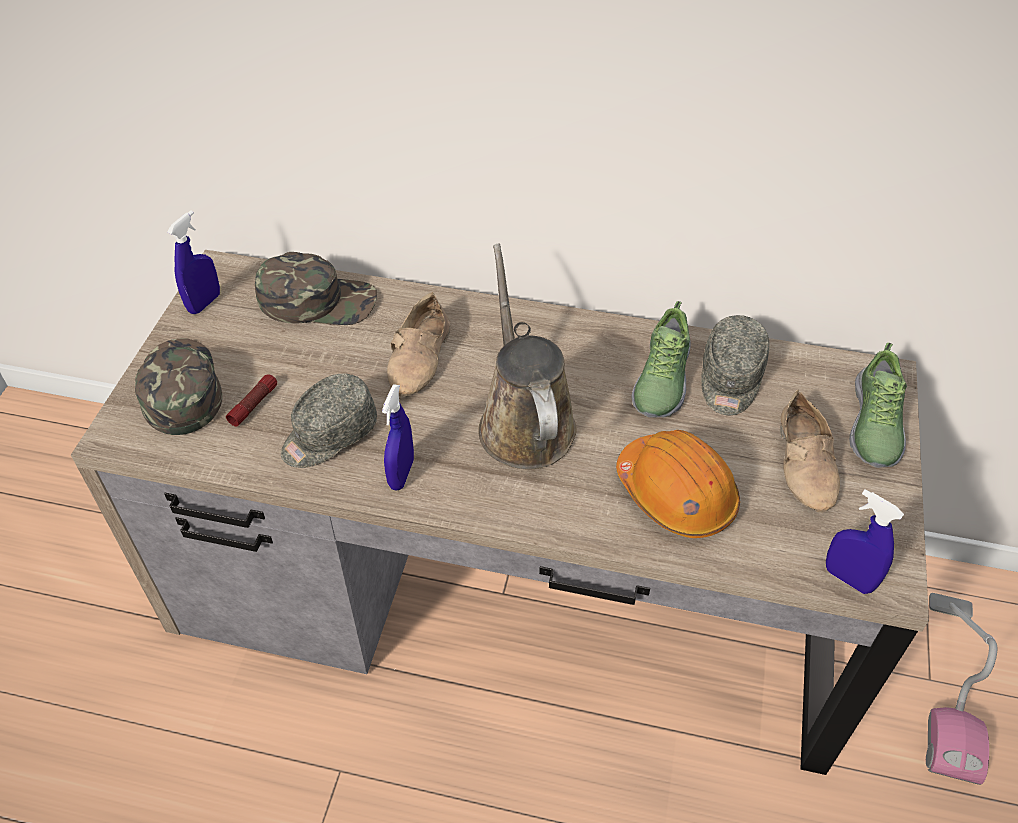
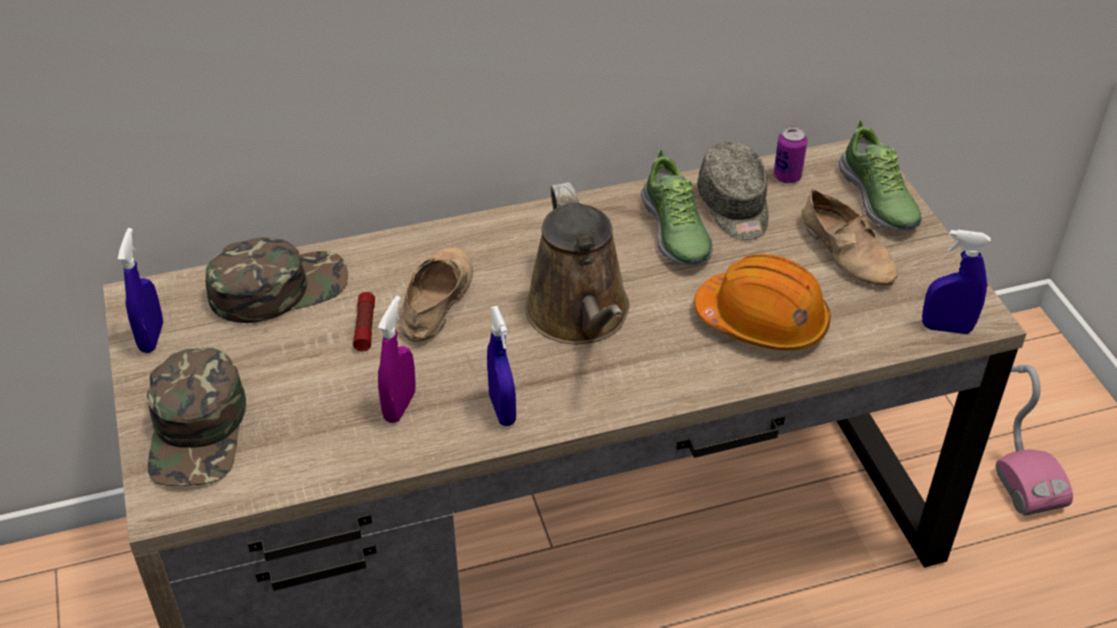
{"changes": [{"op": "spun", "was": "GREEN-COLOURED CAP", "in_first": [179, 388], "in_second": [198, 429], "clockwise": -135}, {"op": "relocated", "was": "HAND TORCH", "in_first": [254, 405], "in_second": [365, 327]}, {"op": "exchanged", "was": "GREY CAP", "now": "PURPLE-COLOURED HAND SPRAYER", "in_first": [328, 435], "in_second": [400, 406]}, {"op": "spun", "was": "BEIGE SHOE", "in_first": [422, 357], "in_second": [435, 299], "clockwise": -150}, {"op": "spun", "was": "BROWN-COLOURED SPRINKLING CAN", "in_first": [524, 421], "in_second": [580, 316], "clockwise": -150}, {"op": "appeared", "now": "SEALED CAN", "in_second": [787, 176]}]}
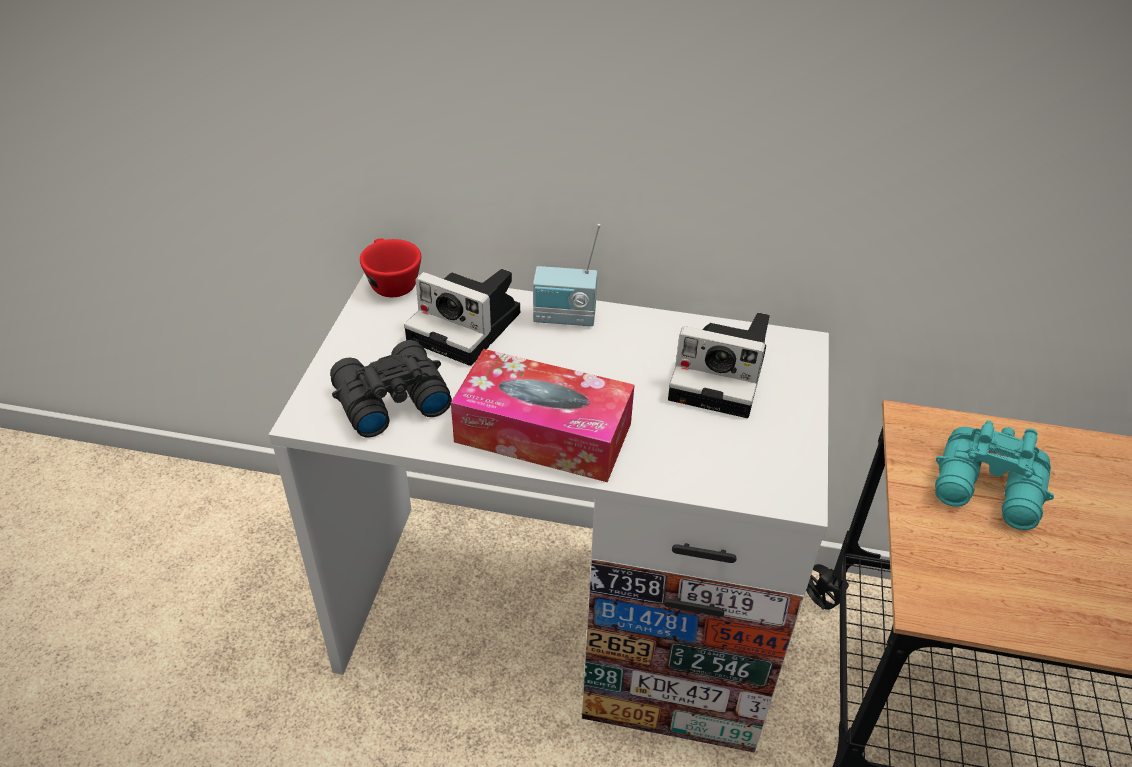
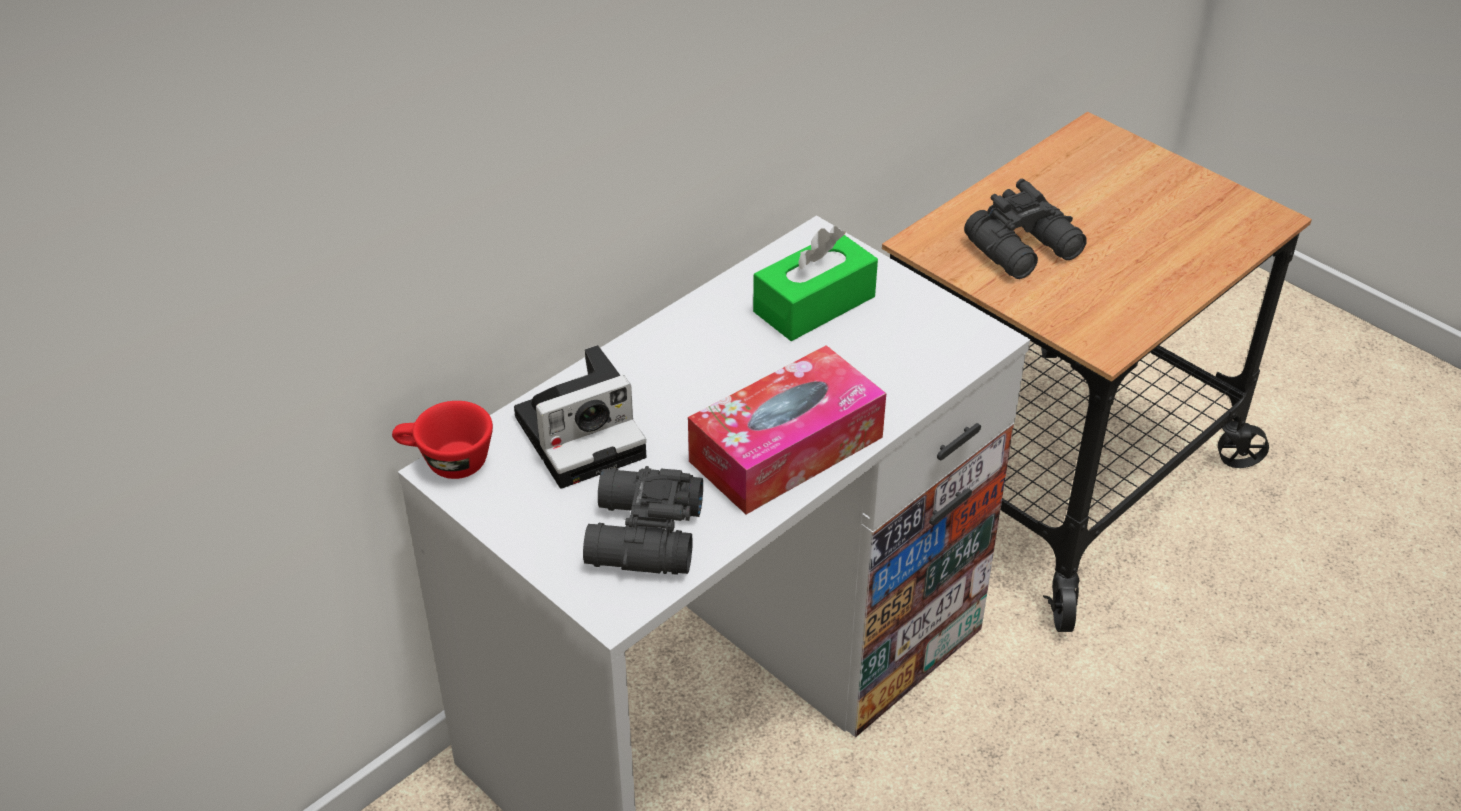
{"changes": [{"op": "exchanged", "was": "STILL CAMERA", "now": "GREEN-COLOURED TISSUE HOLDER", "in_first": [722, 376], "in_second": [814, 304]}, {"op": "colour", "was": "TURQUOISE-COLOURED PAIR OF BINOCULARS", "now": "BLACKISH PAIR OF BINOCULARS", "in_first": [989, 491], "in_second": [1026, 249]}, {"op": "missing", "was": "RADIO SET", "in_first": [564, 319]}]}
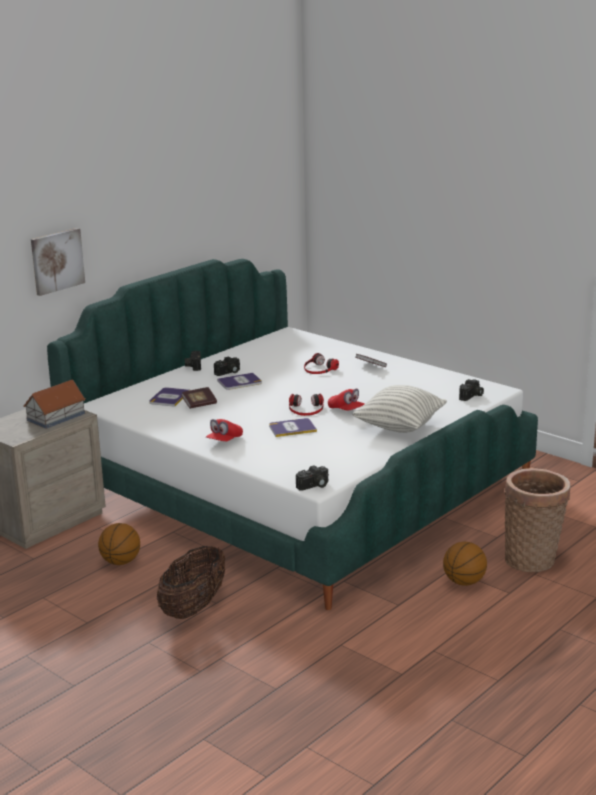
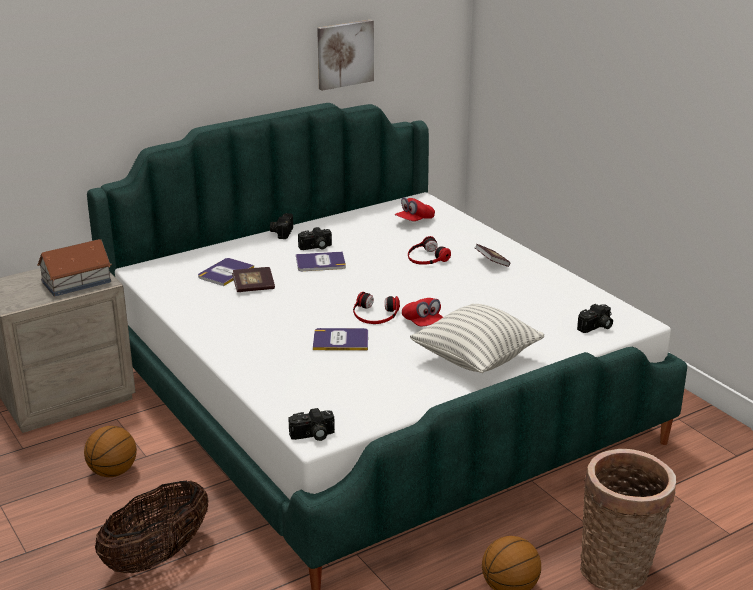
{"changes": [{"op": "relocated", "was": "WALL PICTURE", "in_first": [57, 261], "in_second": [344, 54]}, {"op": "relocated", "was": "RED CAP", "in_first": [224, 441], "in_second": [414, 221]}]}
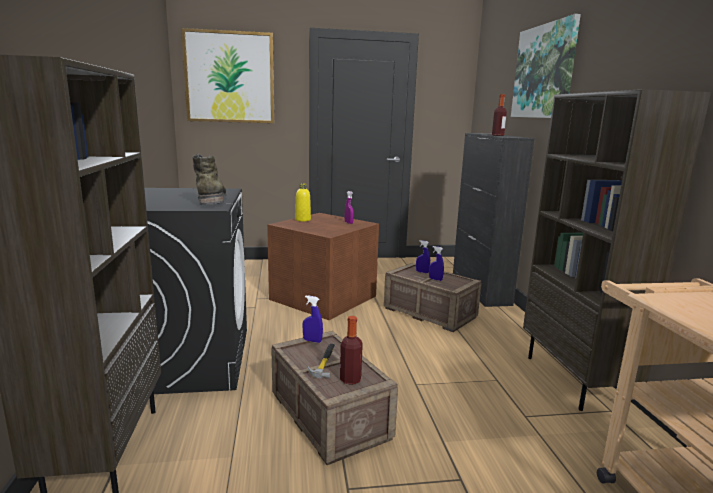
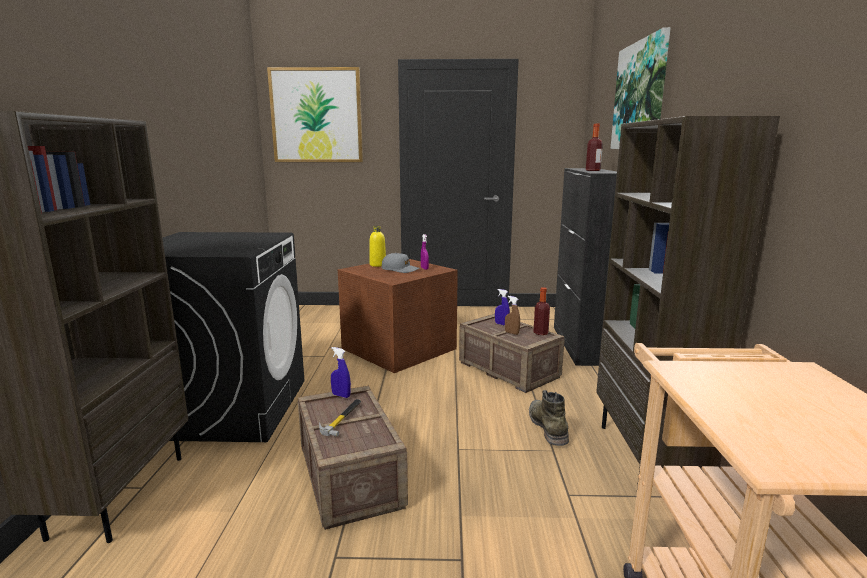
{"changes": [{"op": "appeared", "now": "GREY CAP", "in_second": [400, 269]}, {"op": "colour", "was": "BLUE-COLOURED HAND SPRAYER", "now": "BROWN-COLOURED HAND SPRAYER", "in_first": [435, 279], "in_second": [511, 333]}, {"op": "relocated", "was": "GREEN-COLOURED TALL BOOT", "in_first": [211, 200], "in_second": [547, 426]}, {"op": "relocated", "was": "DRINK BOTTLE", "in_first": [350, 379], "in_second": [540, 333]}]}
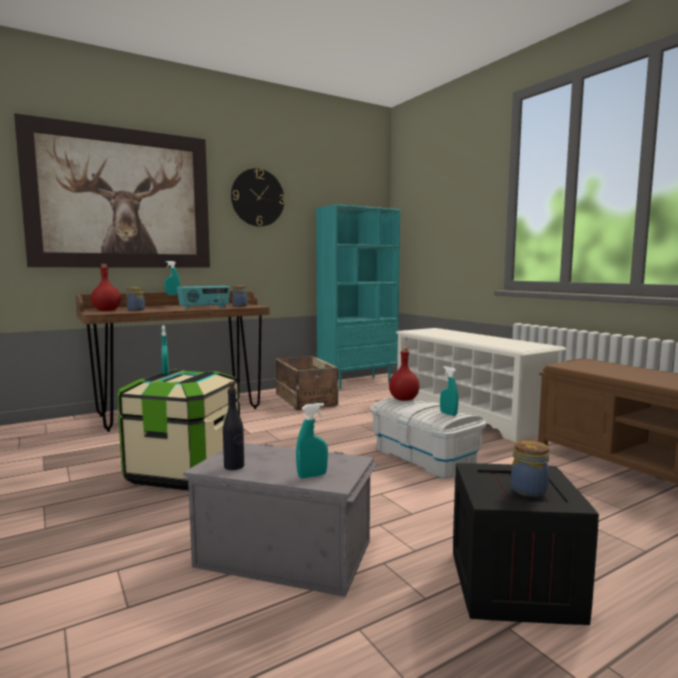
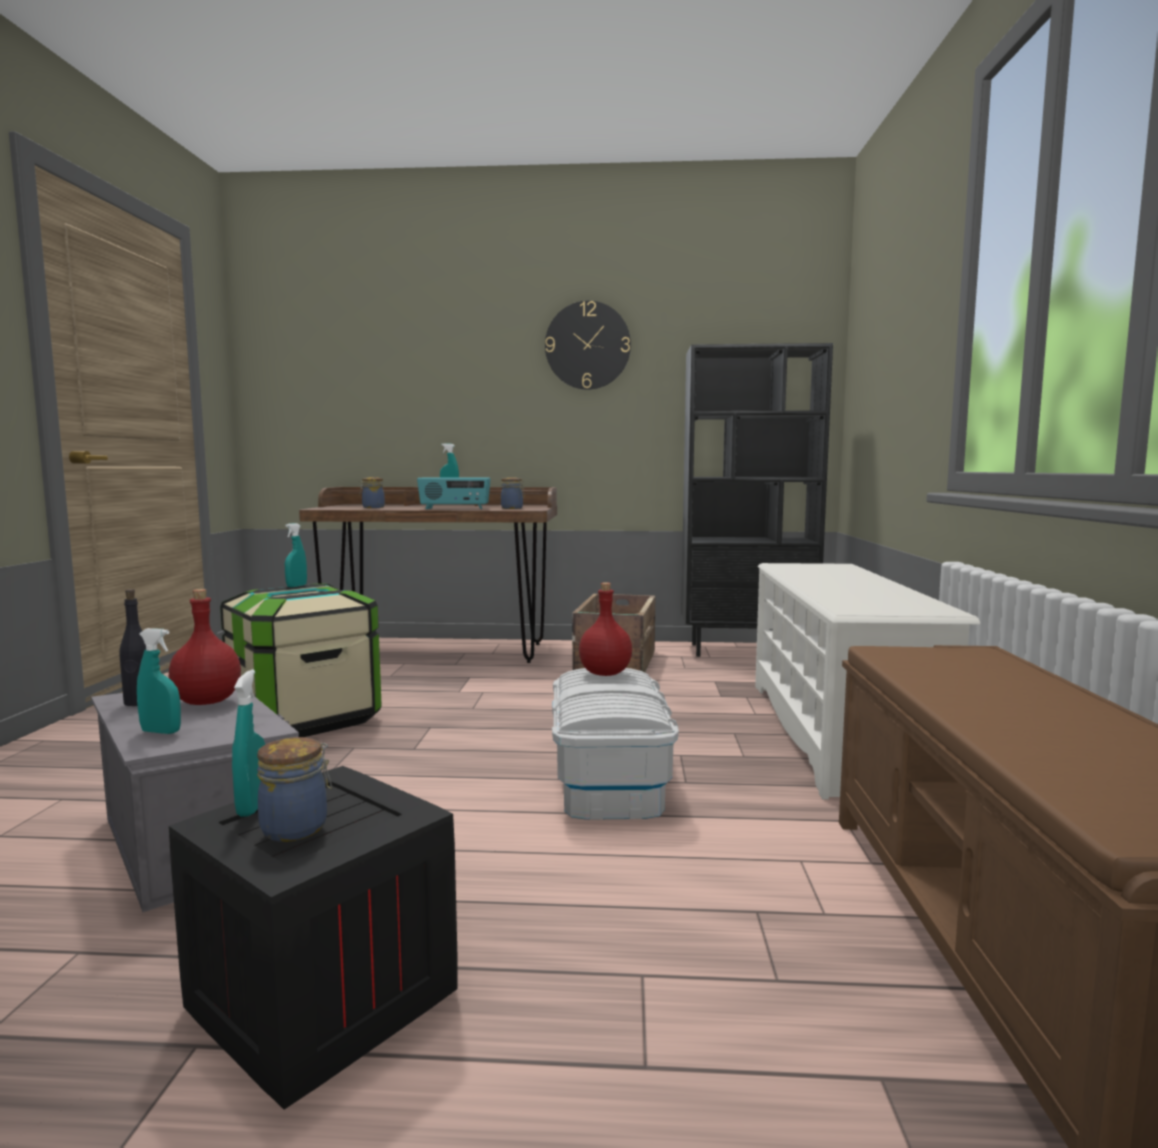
{"changes": [{"op": "relocated", "was": "RED DRINK BOTTLE", "in_first": [106, 310], "in_second": [208, 701]}, {"op": "relocated", "was": "TURQUOISE-COLOURED HAND SPRAYER", "in_first": [448, 414], "in_second": [252, 806]}, {"op": "colour", "was": "TURQUOISE-COLOURED BOOKCASE", "now": "BLACKISH BOOKCASE", "in_first": [357, 382], "in_second": [747, 650]}, {"op": "missing", "was": "WALL PICTURE", "in_first": [122, 199]}]}
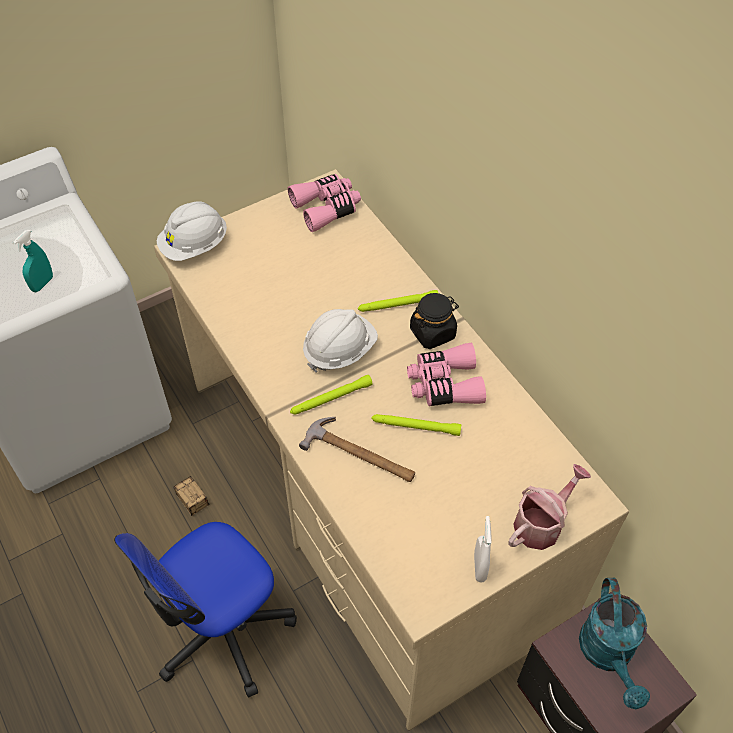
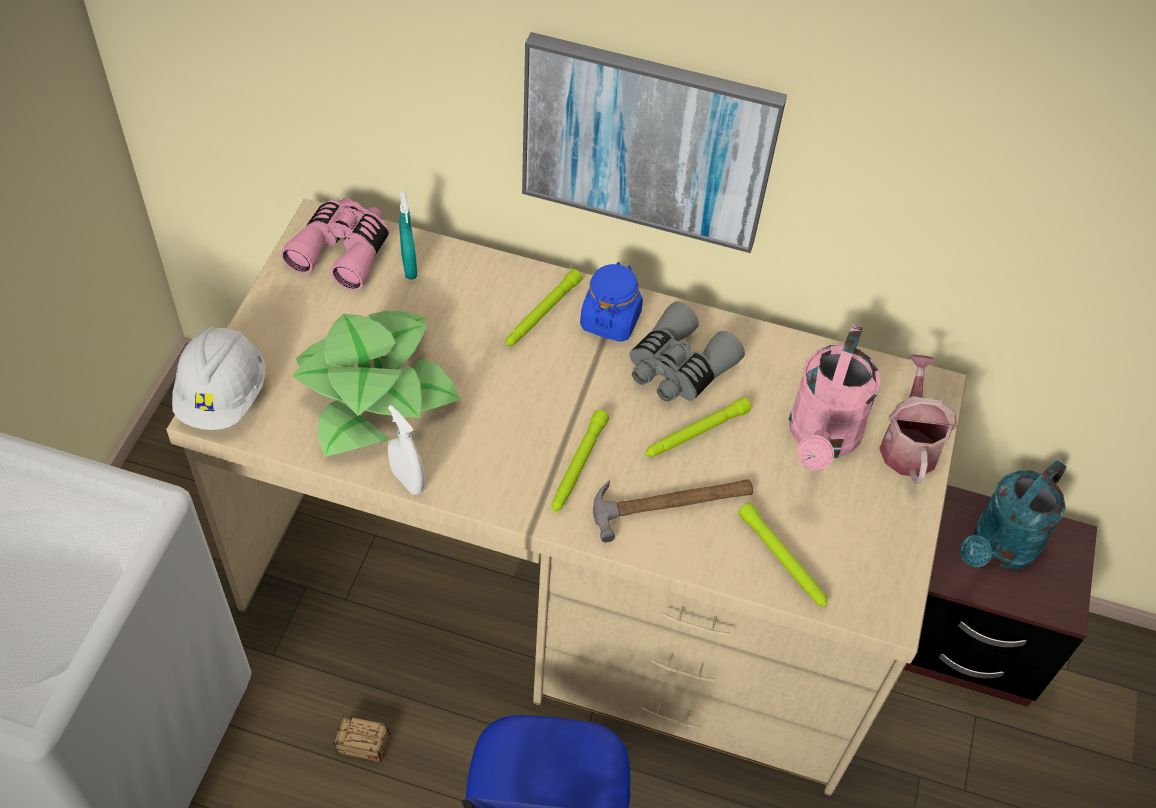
{"changes": [{"op": "appeared", "now": "PLANT IN A POT", "in_second": [375, 391]}, {"op": "relocated", "was": "WHITISH HAND SPRAYER", "in_first": [479, 567], "in_second": [407, 481]}, {"op": "relocated", "was": "TURQUOISE-COLOURED HAND SPRAYER", "in_first": [42, 284], "in_second": [409, 267]}, {"op": "appeared", "now": "WALL PICTURE", "in_second": [647, 141]}, {"op": "colour", "was": "BLACKISH PRESERVE JAR", "now": "BLUE-COLOURED PRESERVE JAR", "in_first": [433, 332], "in_second": [610, 320]}, {"op": "colour", "was": "PINK PAIR OF BINOCULARS", "now": "GREY PAIR OF BINOCULARS", "in_first": [444, 384], "in_second": [678, 367]}, {"op": "appeared", "now": "GREEN-COLOURED HAND TORCH", "in_second": [782, 559]}, {"op": "appeared", "now": "PINK SPRINKLING CAN", "in_second": [822, 438]}, {"op": "spun", "was": "TURQUOISE-COLOURED SPRINKLING CAN", "in_first": [609, 655], "in_second": [999, 547], "clockwise": 90}, {"op": "missing", "was": "WHITISH WORK HELMET", "in_first": [339, 350]}]}
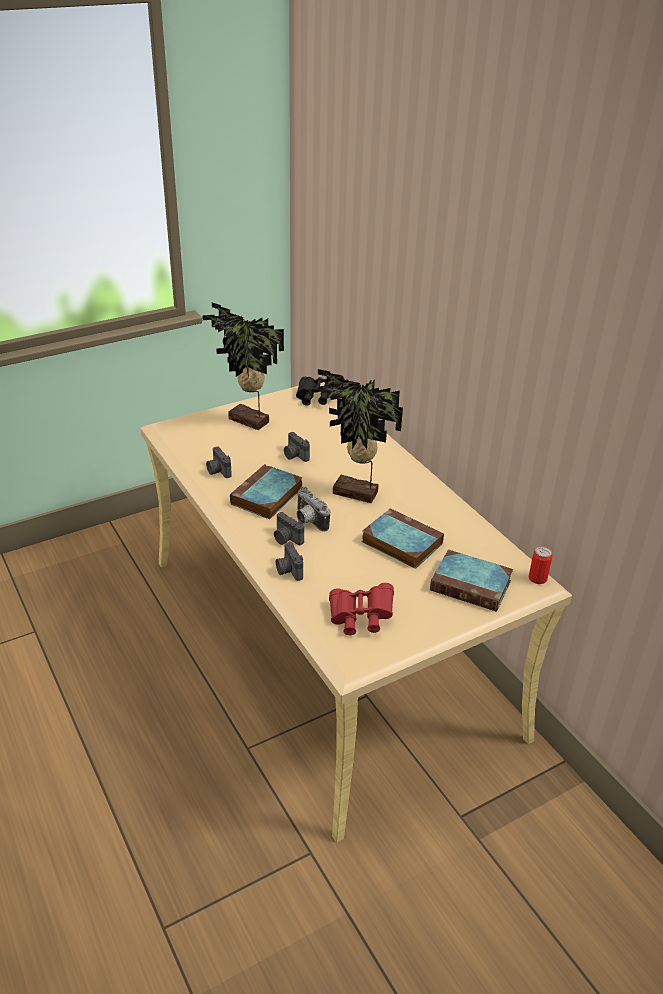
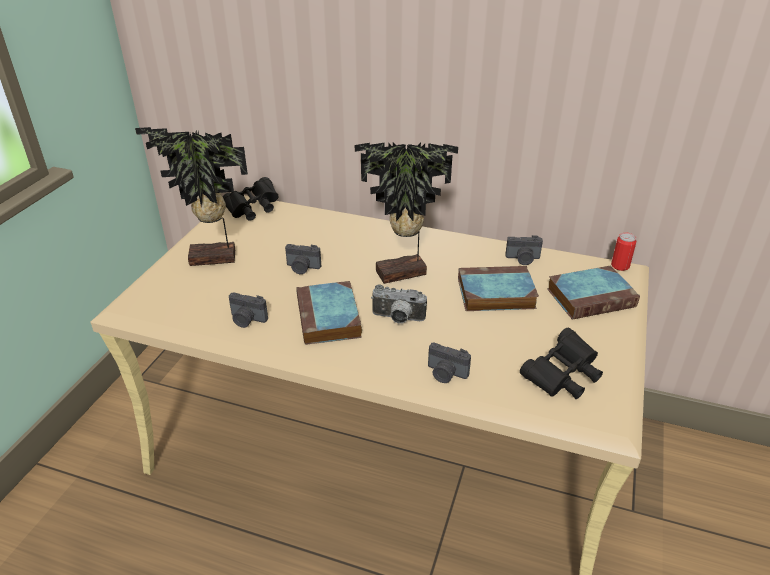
{"changes": [{"op": "relocated", "was": "STILL CAMERA", "in_first": [286, 539], "in_second": [523, 259]}, {"op": "colour", "was": "RED PAIR OF BINOCULARS", "now": "BLACKISH PAIR OF BINOCULARS", "in_first": [360, 618], "in_second": [562, 377]}]}
